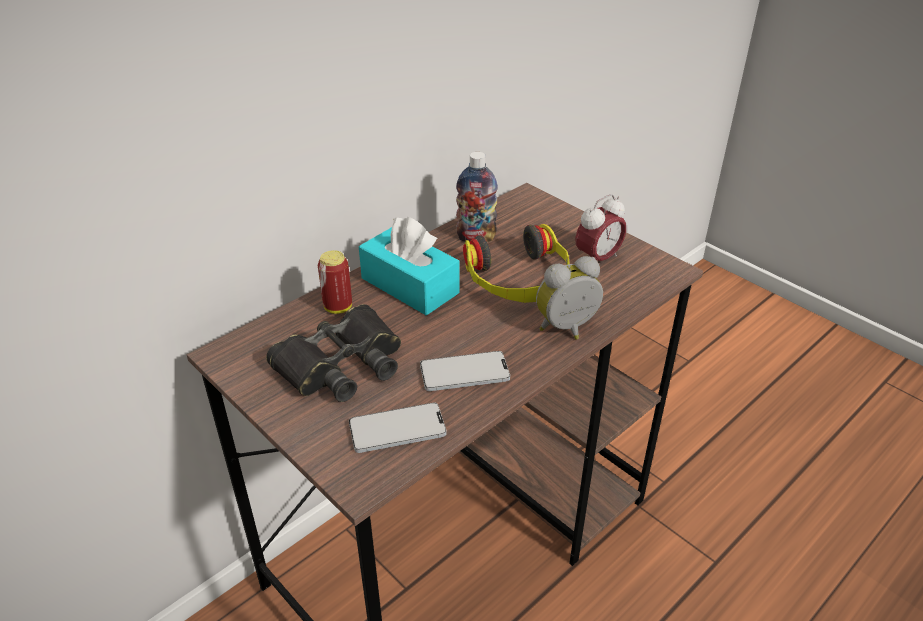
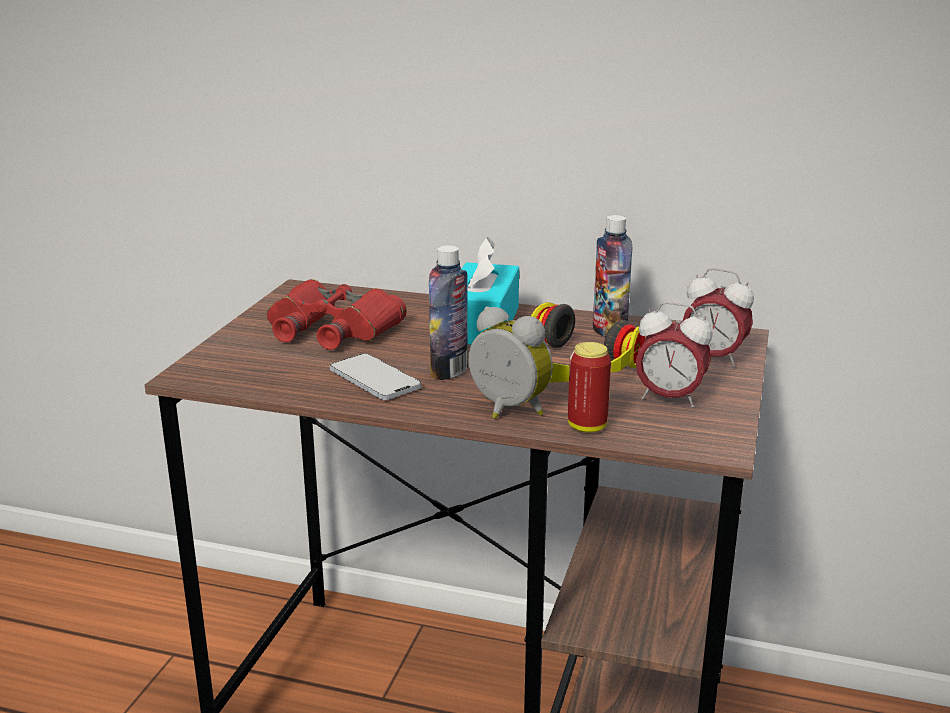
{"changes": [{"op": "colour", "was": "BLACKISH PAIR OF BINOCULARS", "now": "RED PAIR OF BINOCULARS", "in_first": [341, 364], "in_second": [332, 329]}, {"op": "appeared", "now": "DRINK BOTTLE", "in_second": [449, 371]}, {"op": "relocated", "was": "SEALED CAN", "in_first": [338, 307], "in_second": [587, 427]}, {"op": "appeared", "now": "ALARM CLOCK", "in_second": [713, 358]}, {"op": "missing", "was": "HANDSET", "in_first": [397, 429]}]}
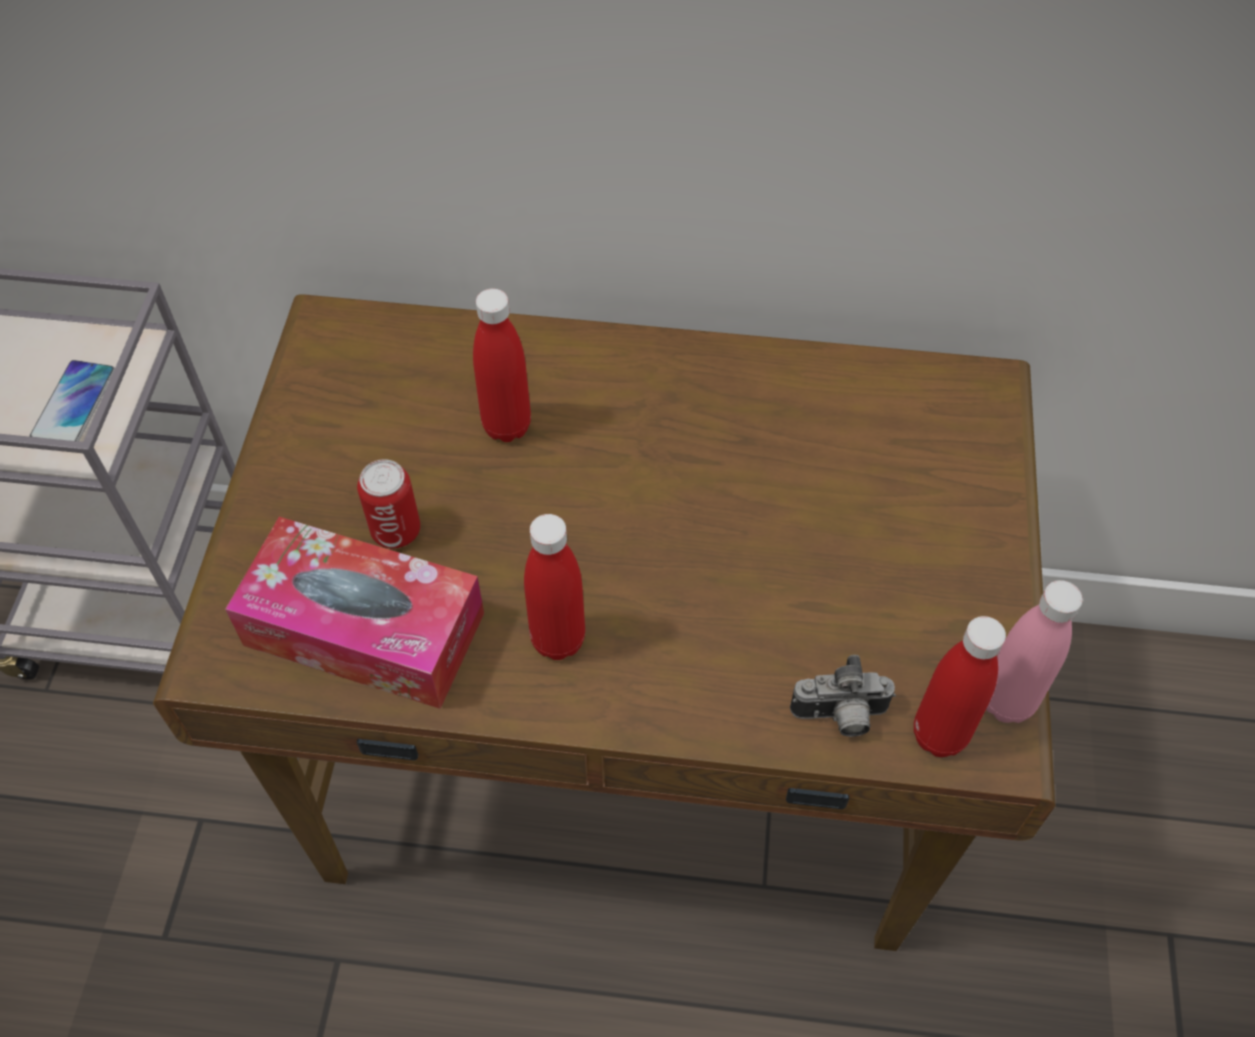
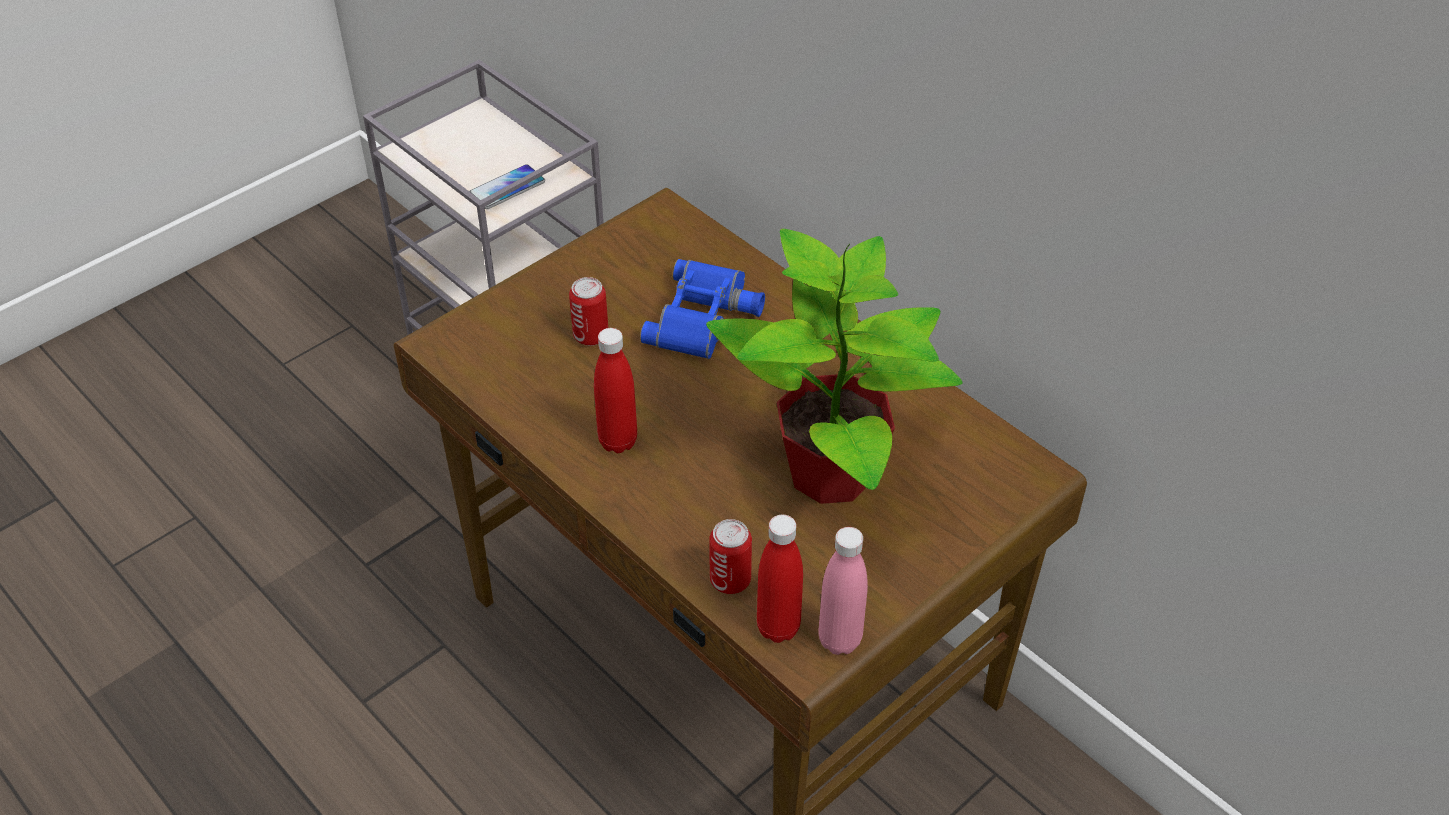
{"changes": [{"op": "exchanged", "was": "RED DRINK BOTTLE", "now": "BLUE-COLOURED PAIR OF BINOCULARS", "in_first": [507, 426], "in_second": [707, 319]}, {"op": "appeared", "now": "PLANT IN A POT", "in_second": [833, 473]}, {"op": "exchanged", "was": "STILL CAMERA", "now": "SEALED CAN", "in_first": [840, 717], "in_second": [730, 580]}, {"op": "missing", "was": "TISSUE HOLDER", "in_first": [364, 629]}]}
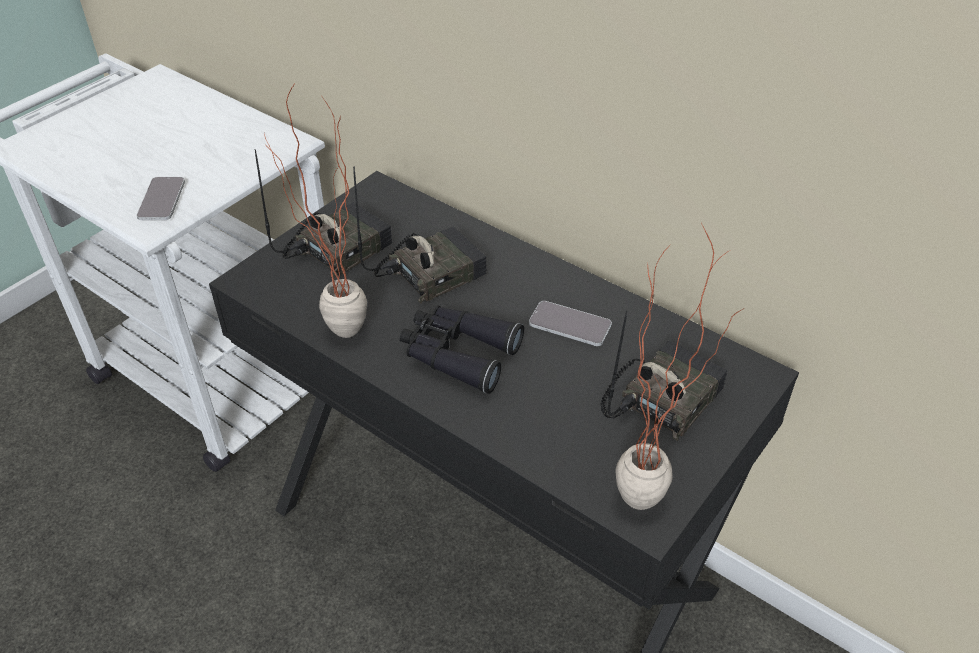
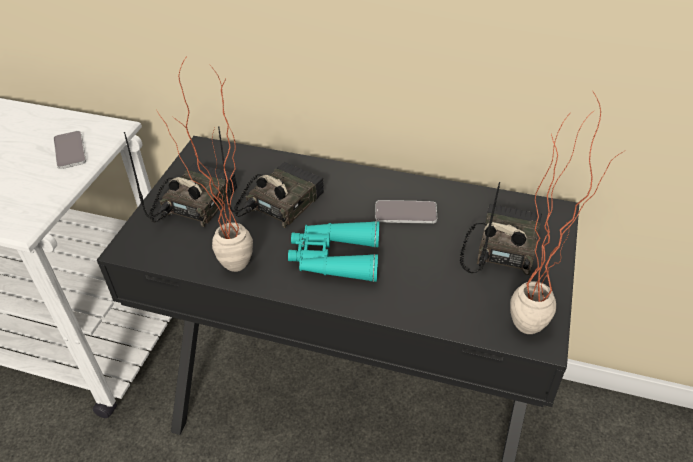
{"changes": [{"op": "relocated", "was": "HANDSET", "in_first": [161, 199], "in_second": [70, 150]}, {"op": "colour", "was": "BLACKISH PAIR OF BINOCULARS", "now": "TURQUOISE-COLOURED PAIR OF BINOCULARS", "in_first": [457, 354], "in_second": [334, 258]}]}
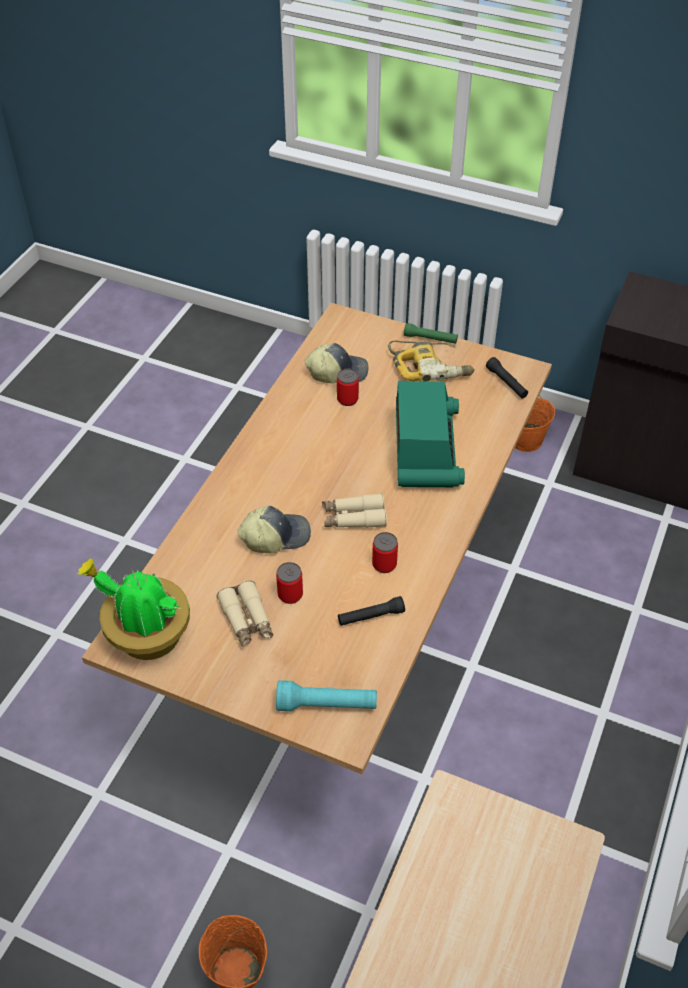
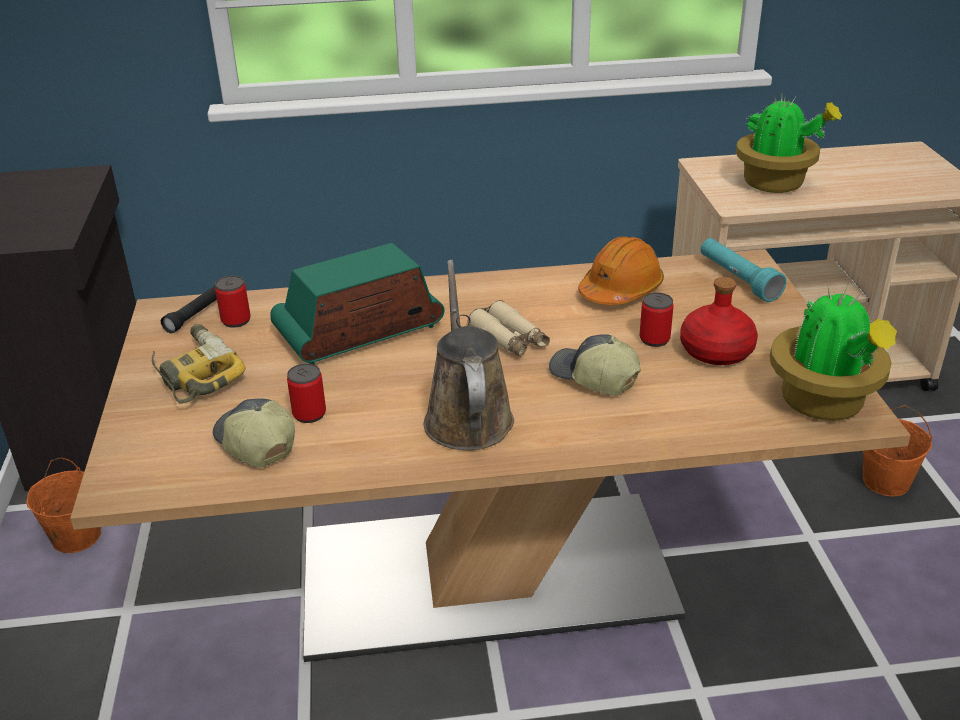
{"changes": [{"op": "relocated", "was": "SEALED CAN", "in_first": [384, 564], "in_second": [236, 320]}, {"op": "appeared", "now": "BROWN-COLOURED SPRINKLING CAN", "in_second": [467, 416]}, {"op": "exchanged", "was": "BLACKISH HAND TORCH", "now": "ORANGEY WORK HELMET", "in_first": [371, 616], "in_second": [621, 290]}, {"op": "exchanged", "was": "BEIGE PAIR OF BINOCULARS", "now": "RED DRINK BOTTLE", "in_first": [247, 620], "in_second": [717, 351]}, {"op": "appeared", "now": "PLANT IN A POT", "in_second": [776, 184]}, {"op": "missing", "was": "GREEN-COLOURED HAND TORCH", "in_first": [430, 339]}]}
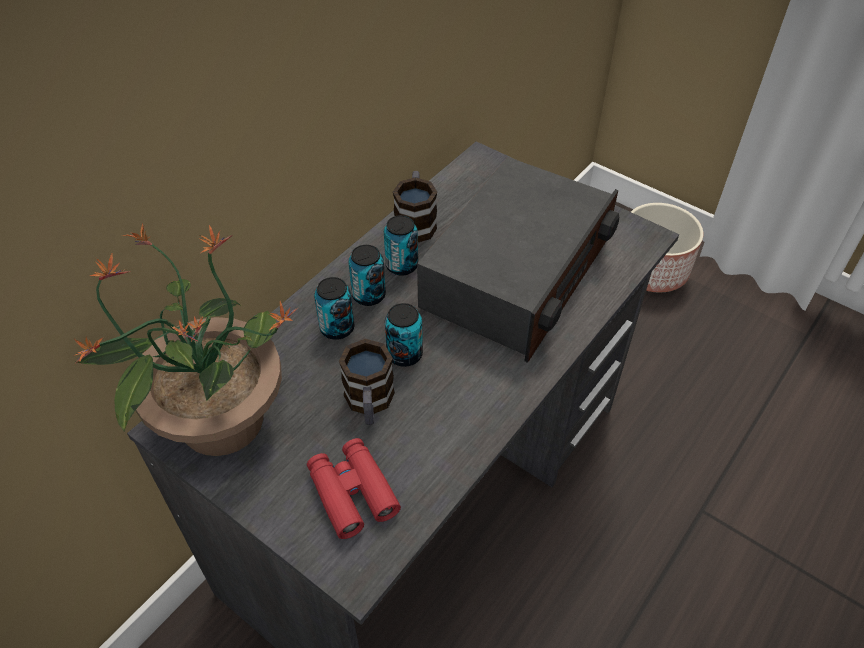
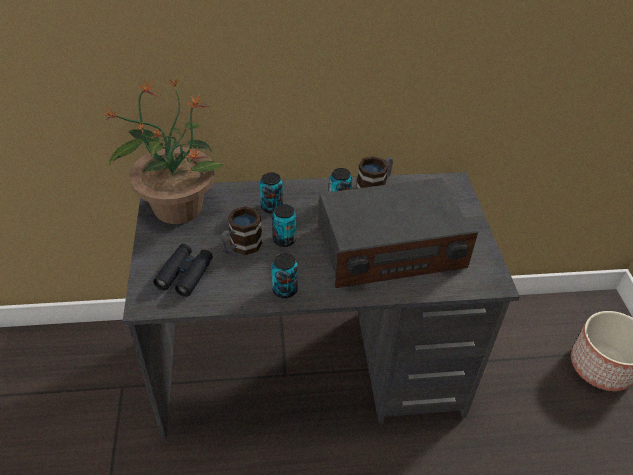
{"changes": [{"op": "colour", "was": "RED PAIR OF BINOCULARS", "now": "BLACKISH PAIR OF BINOCULARS", "in_first": [352, 492], "in_second": [185, 274]}, {"op": "relocated", "was": "SEALED CAN", "in_first": [369, 295], "in_second": [284, 290]}]}
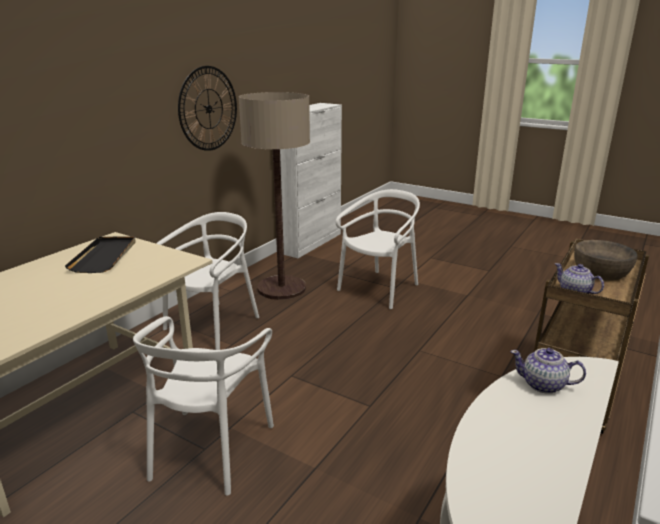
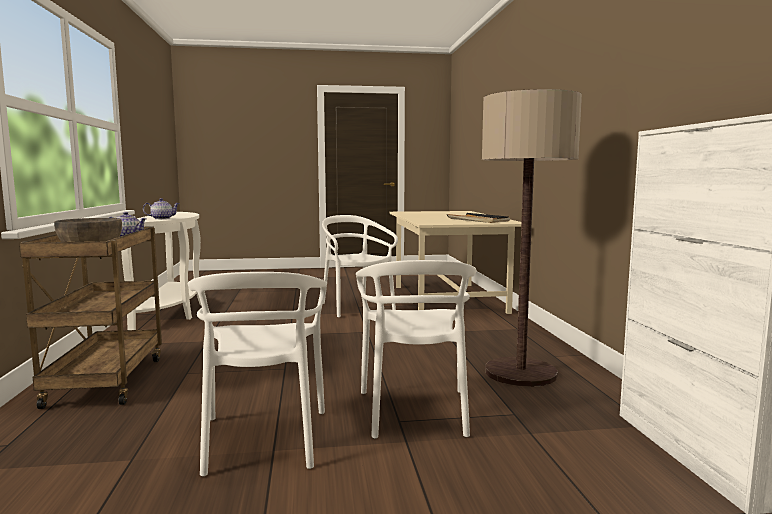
{"changes": [{"op": "relocated", "was": "WHITISH PLAIN CHAIR", "in_first": [213, 325], "in_second": [263, 439]}, {"op": "missing", "was": "WALL CLOCK", "in_first": [208, 109]}]}
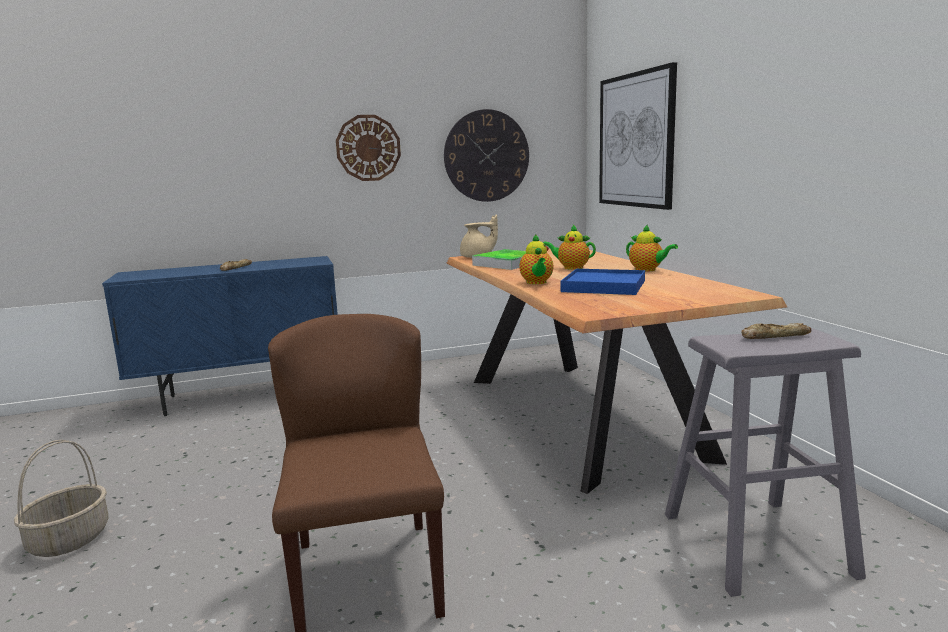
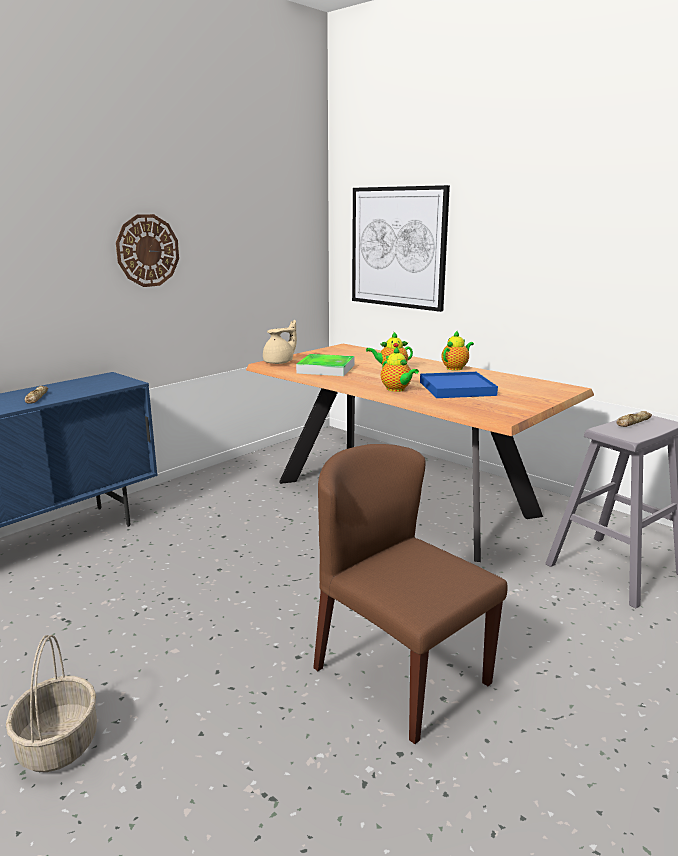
{"changes": [{"op": "spun", "was": "TEA POT", "in_first": [647, 270], "in_second": [456, 368], "clockwise": -60}, {"op": "missing", "was": "WALL CLOCK", "in_first": [486, 156]}]}
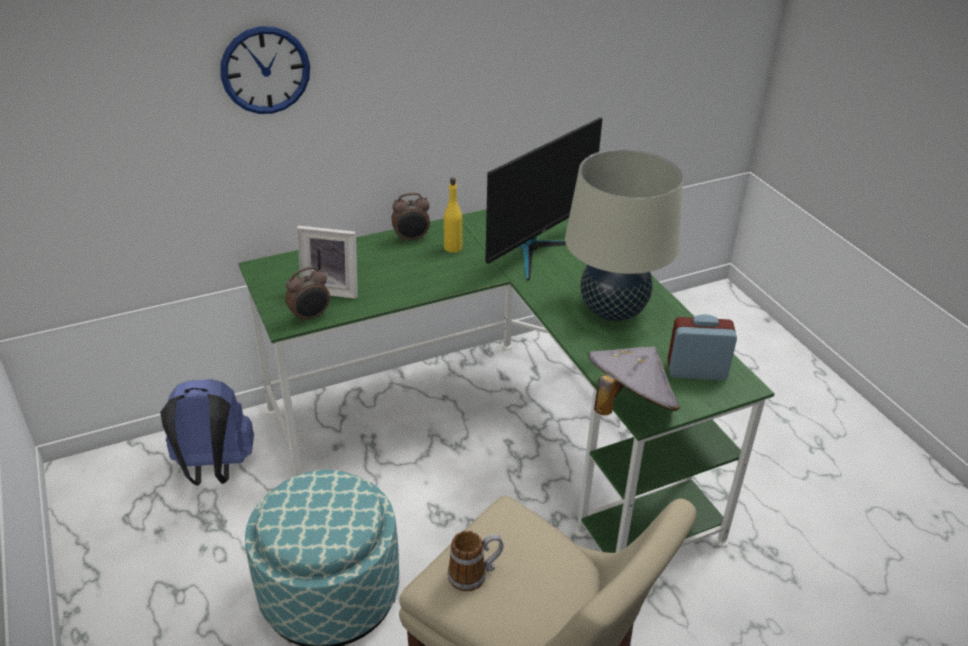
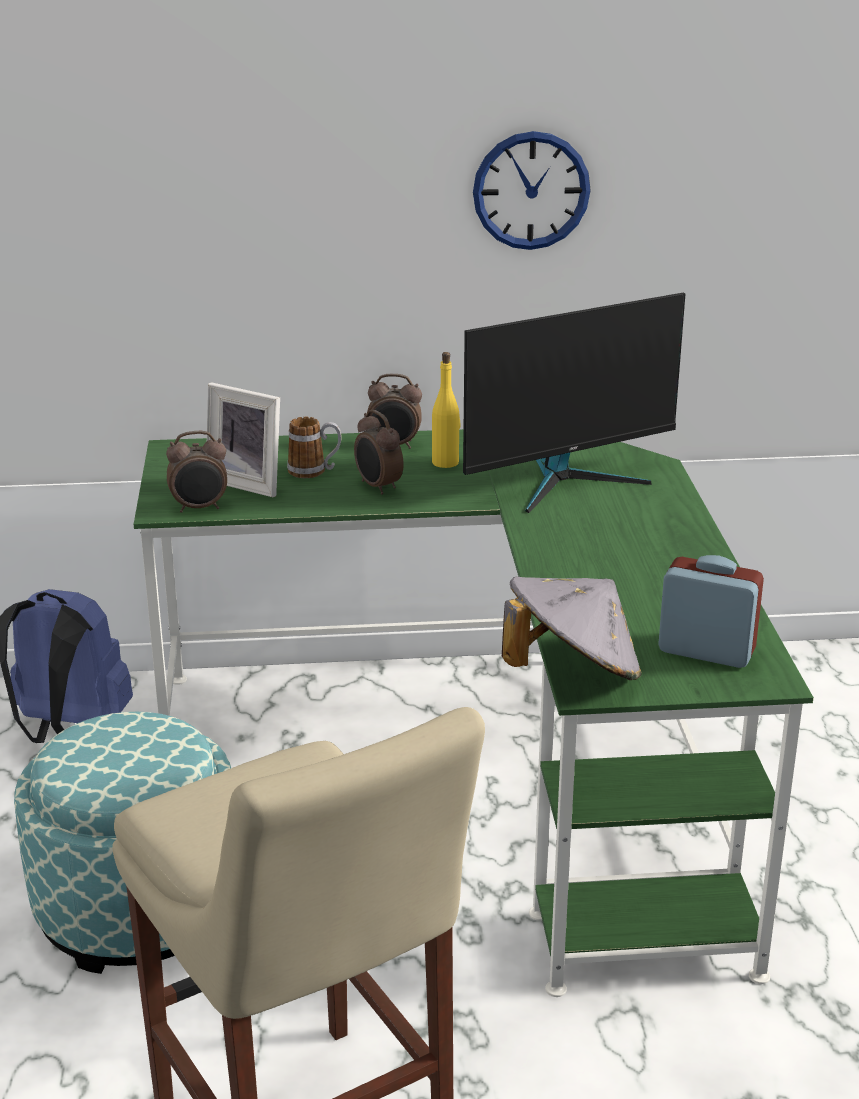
{"changes": [{"op": "relocated", "was": "MUG", "in_first": [475, 574], "in_second": [314, 471]}, {"op": "appeared", "now": "ALARM CLOCK", "in_second": [378, 487]}, {"op": "relocated", "was": "WALL CLOCK", "in_first": [265, 70], "in_second": [531, 190]}, {"op": "missing", "was": "BEIGE TABLETOP LAMP", "in_first": [612, 310]}]}
